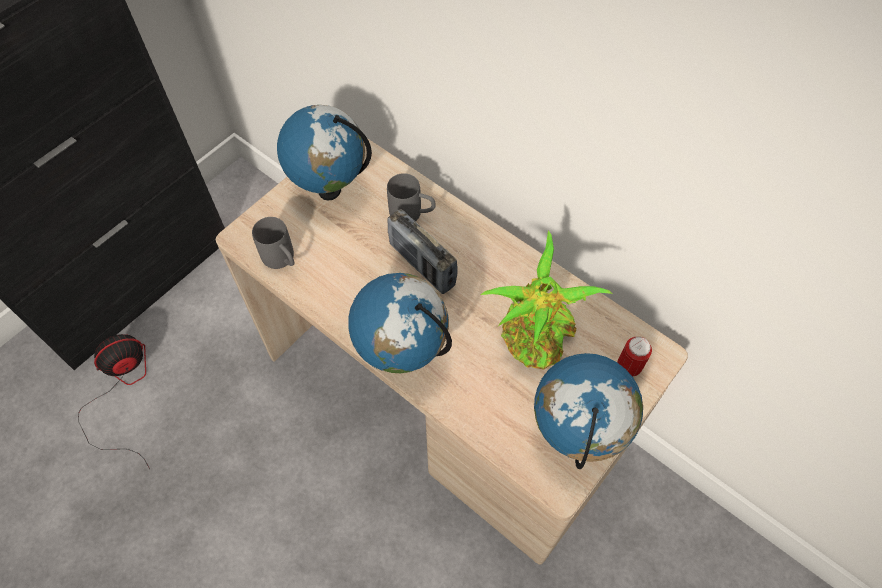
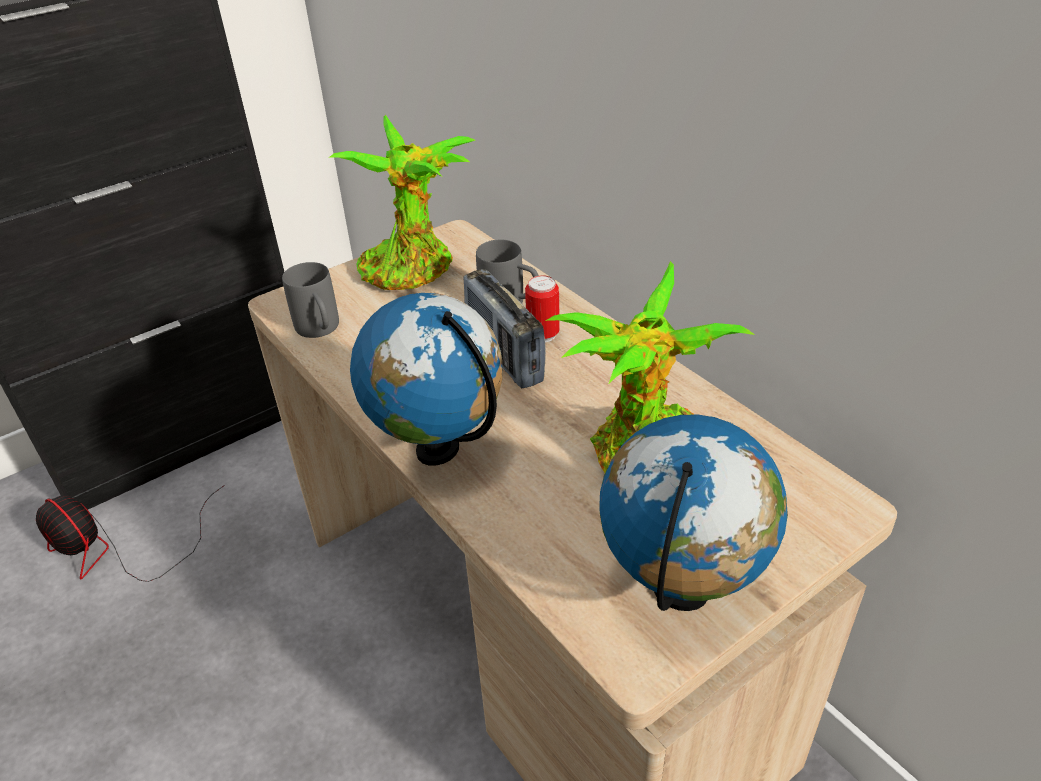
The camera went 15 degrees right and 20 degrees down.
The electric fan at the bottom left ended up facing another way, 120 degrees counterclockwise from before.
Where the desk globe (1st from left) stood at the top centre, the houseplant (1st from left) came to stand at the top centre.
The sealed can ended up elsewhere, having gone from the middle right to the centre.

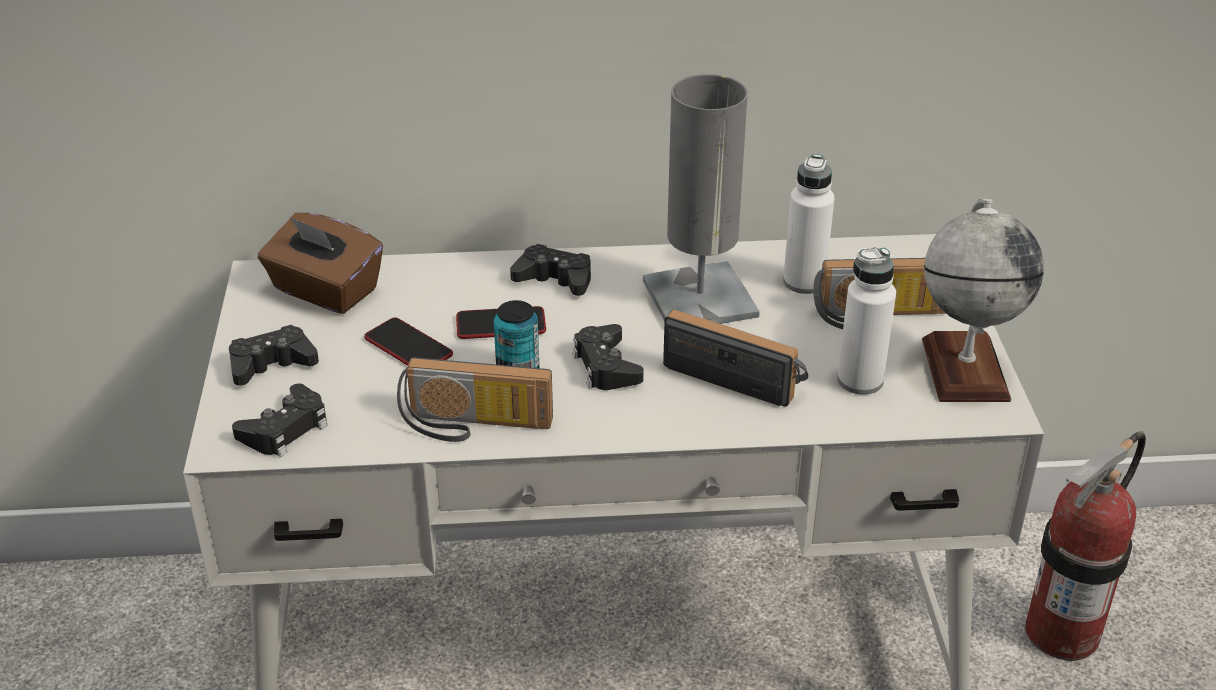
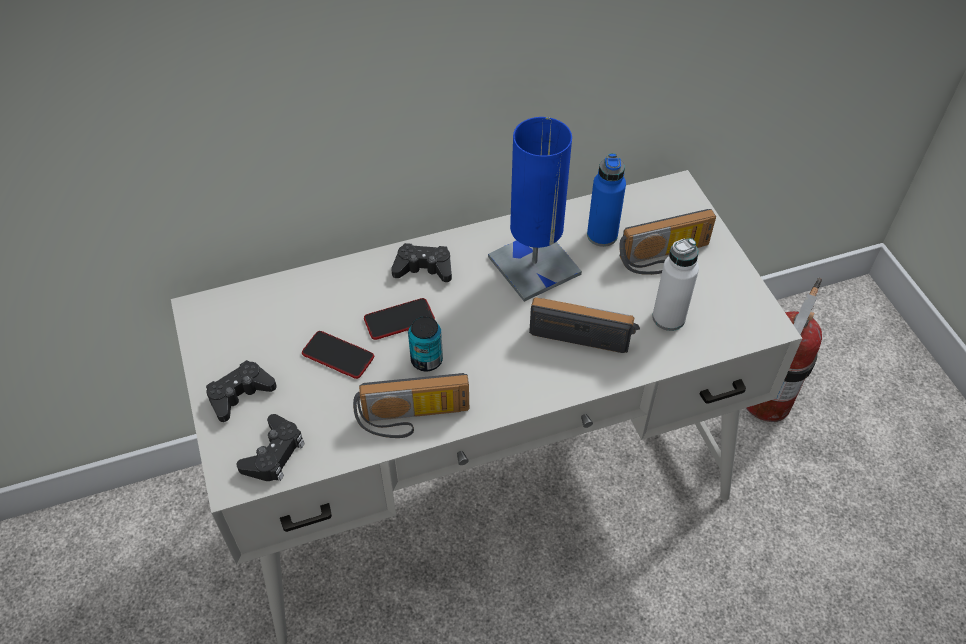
The camera went 15 degrees left and 15 degrees up.
What was the grey table lamp at the top centre turned into the blue-coloured table lamp at the top centre.
What was the white bottle (1st from left) at the top centre turned into the blue-coloured bottle at the top centre.
The second view lost the brown tissue box at the middle left.
The second view lost the black joypad (4th from left) at the centre.
The second view lost the desk globe at the middle right.

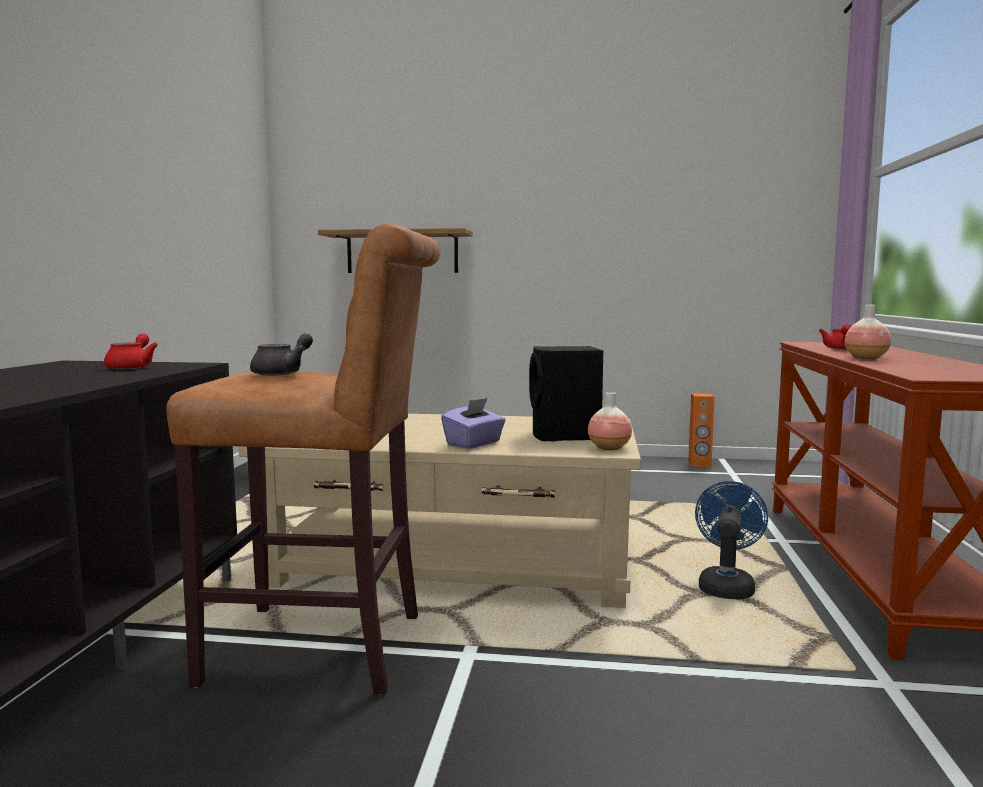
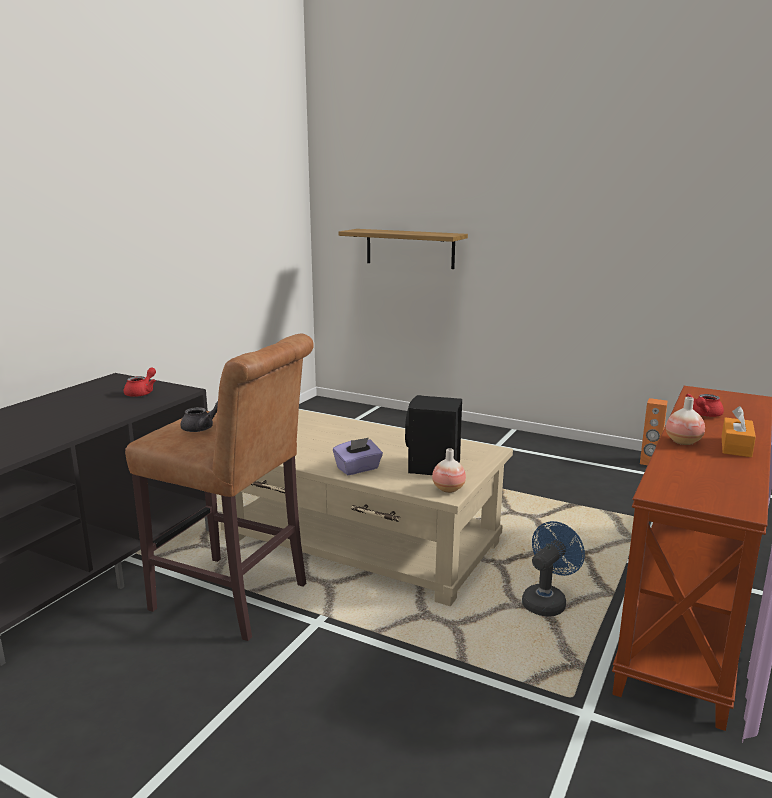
The camera went 20 degrees right and 10 degrees up.
The second view gained the orange tissue box at the middle right.

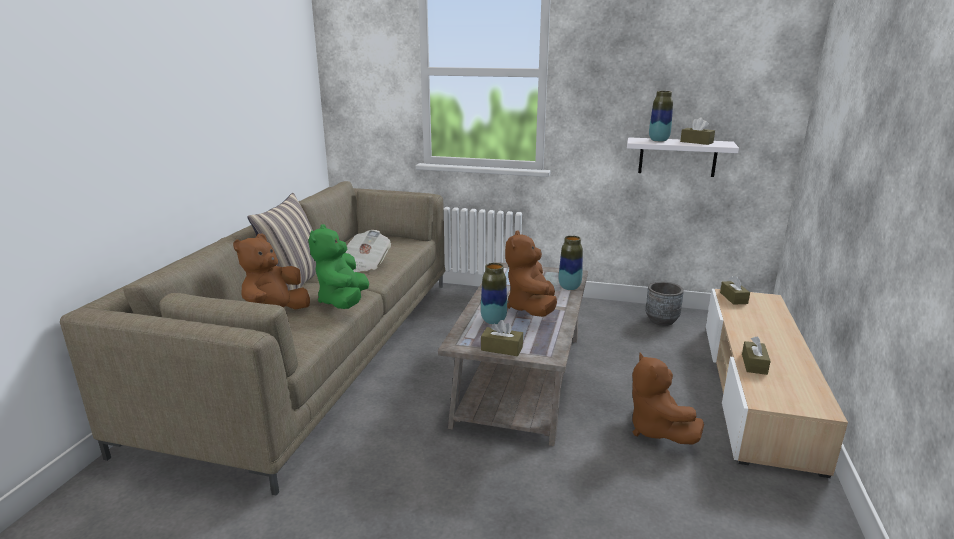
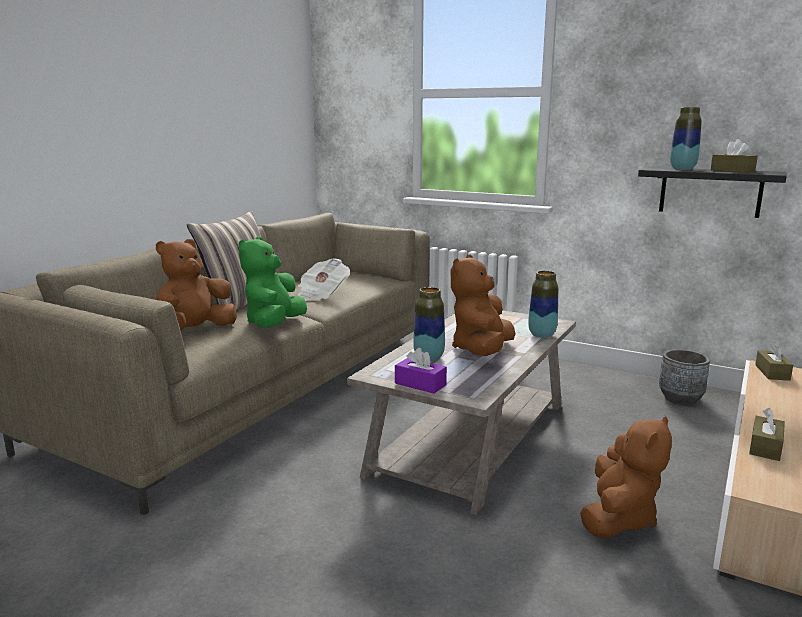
The camera went 15 degrees right and 5 degrees down.
What was the brown tissue box (1st from left) at the centre turned into the purple tissue box at the centre.
The brown soft toy (3rd from left) at the bottom right ended up facing another way, 150 degrees counterclockwise from before.
What was the white wall shelf at the top right turned into the black wall shelf at the top right.

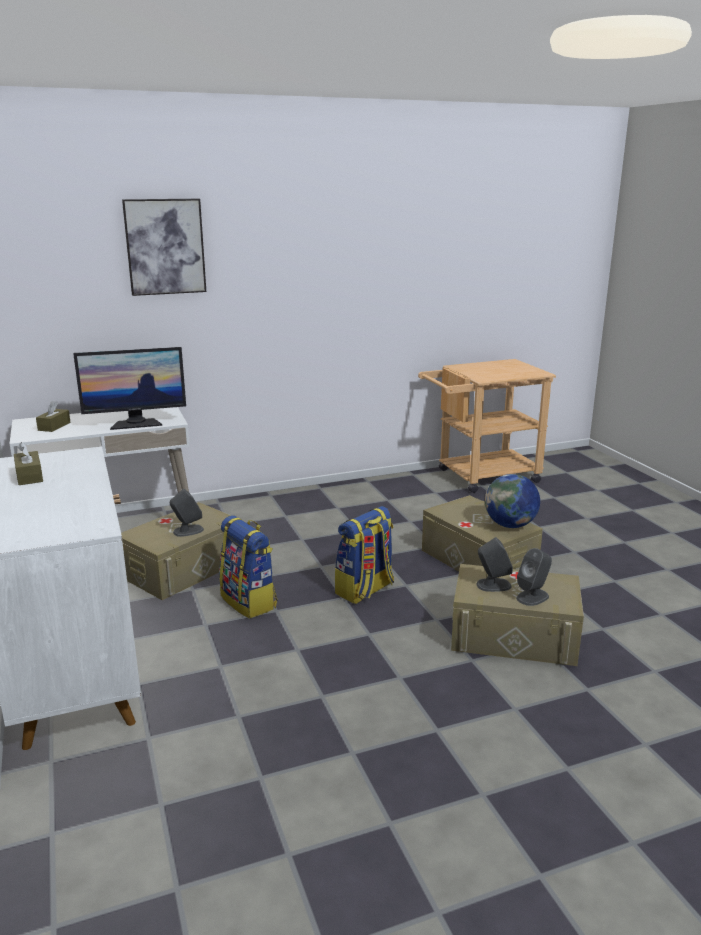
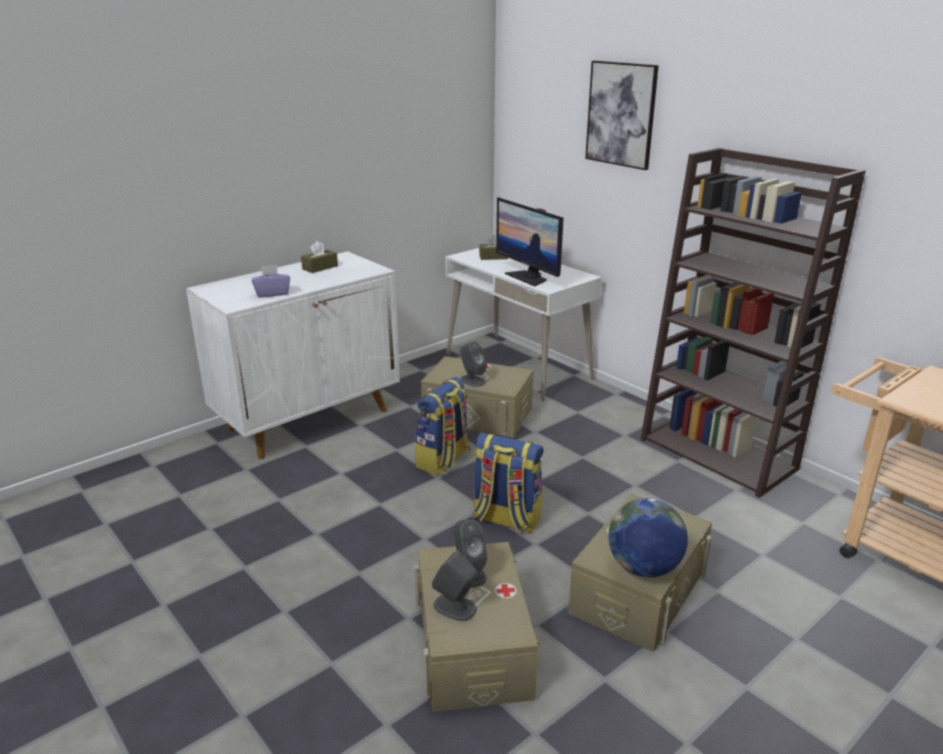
The camera went 70 degrees right and 5 degrees up.
The second view gained the purple tissue box at the middle left.
The second view gained the brown shelving unit at the middle right.

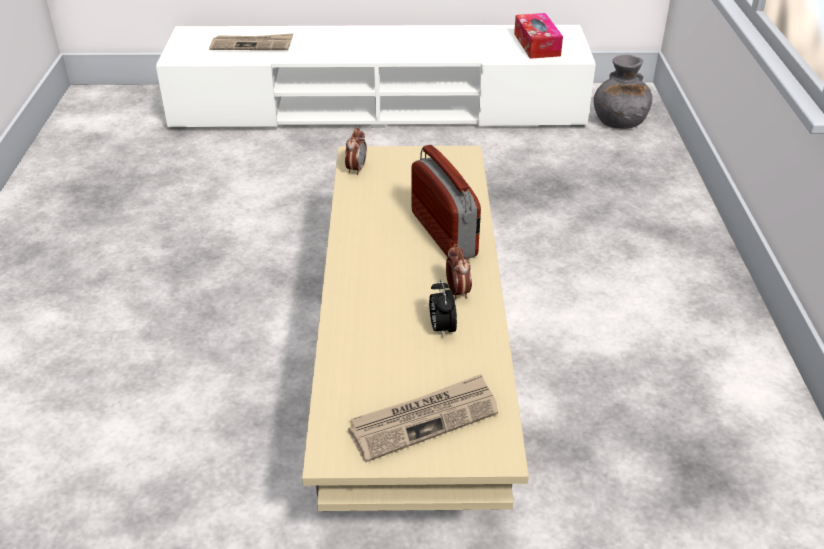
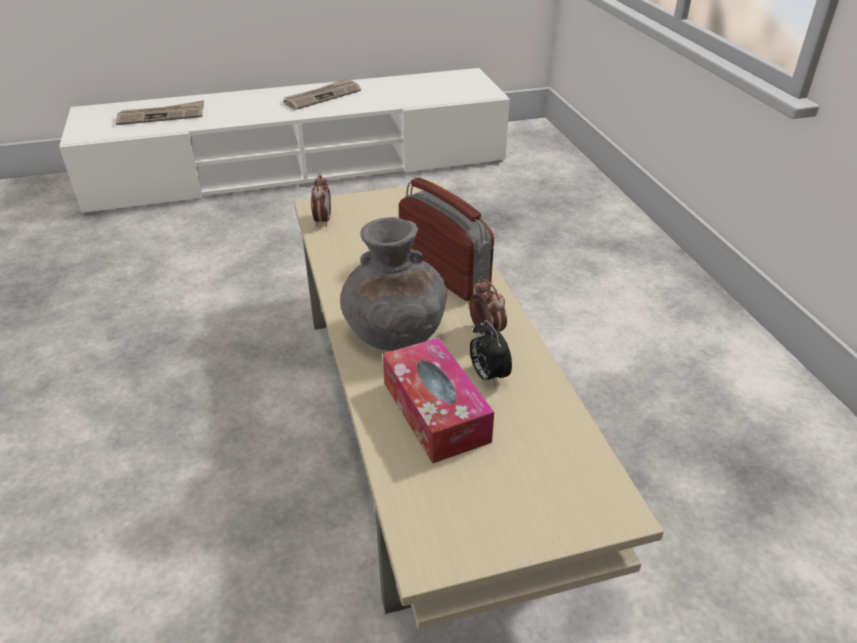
The camera went 15 degrees left and 0 degrees up.
The printed paper (2nd from left) ended up elsewhere, having gone from the bottom centre to the top centre.
The grey decorative vase ended up elsewhere, having gone from the top right to the centre.
The tissue box ended up elsewhere, having gone from the top centre to the centre.

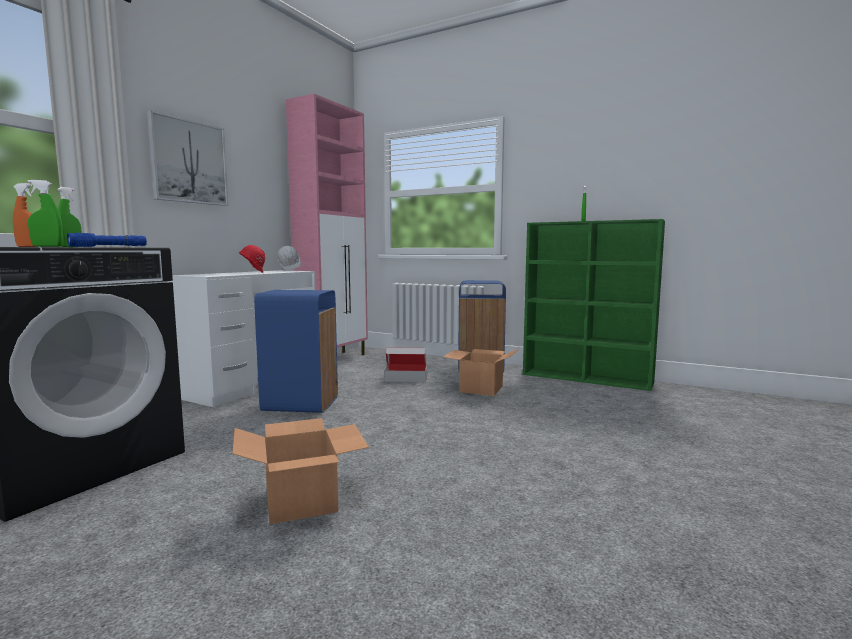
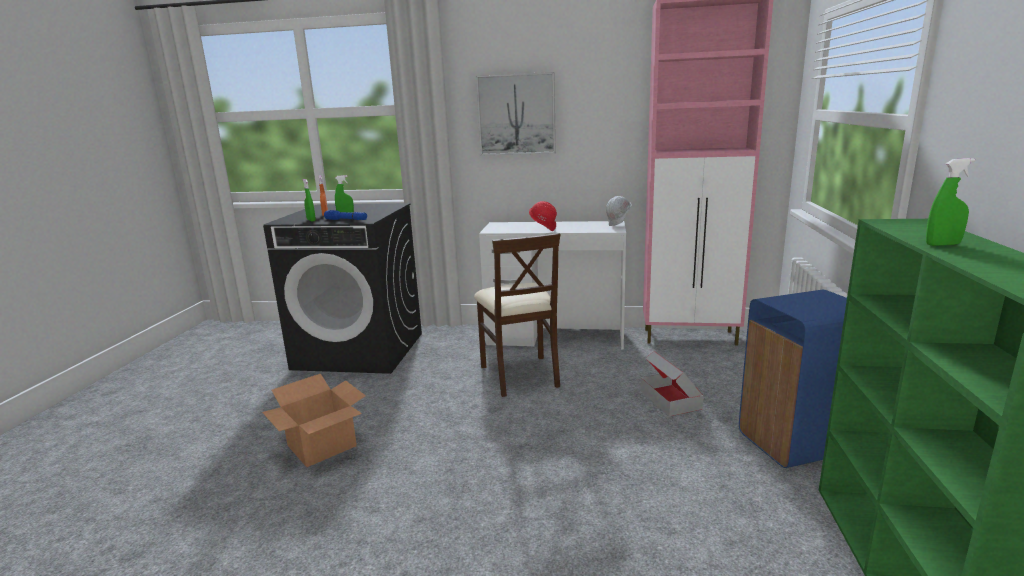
The camera went 70 degrees right and 10 degrees up.
Where the blue-coloured waste bin (1st from left) stood at the centre, the beige upright chair came to stand at the centre.
The second view lost the packing box (3rd from left) at the centre.

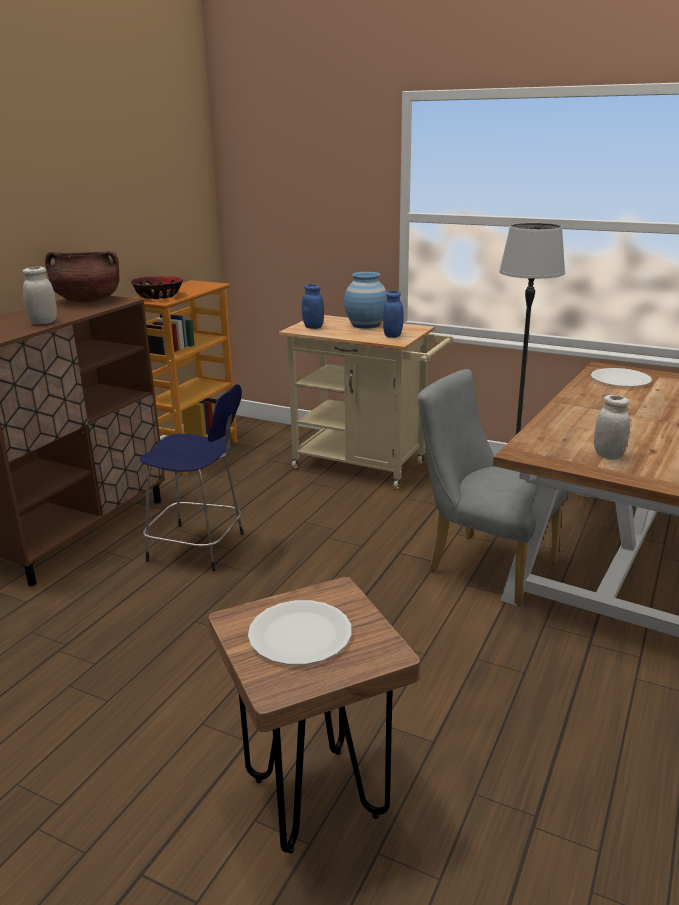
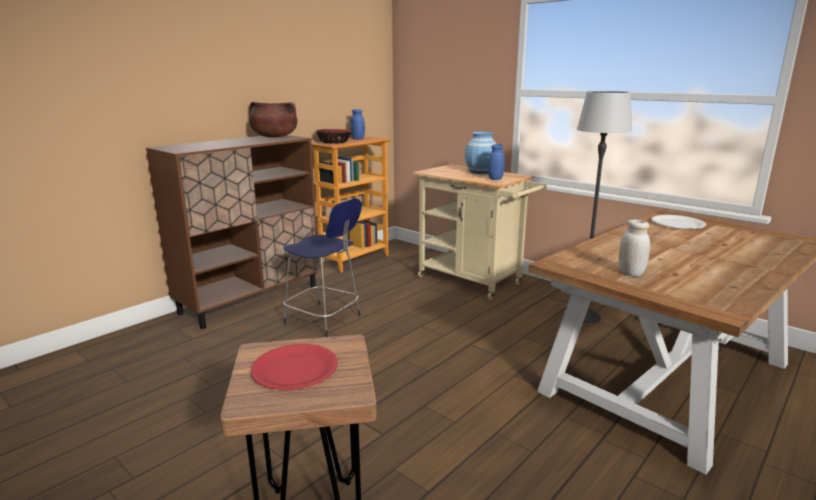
The camera went 15 degrees right and 5 degrees down.
What was the white flat dish (1st from left) at the bottom centre turned into the red flat dish at the bottom centre.
The blue-coloured jar (1st from left) ended up elsewhere, having gone from the centre to the top centre.
The second view lost the white jar (1st from left) at the top left.
The second view lost the grey upright chair at the middle right.

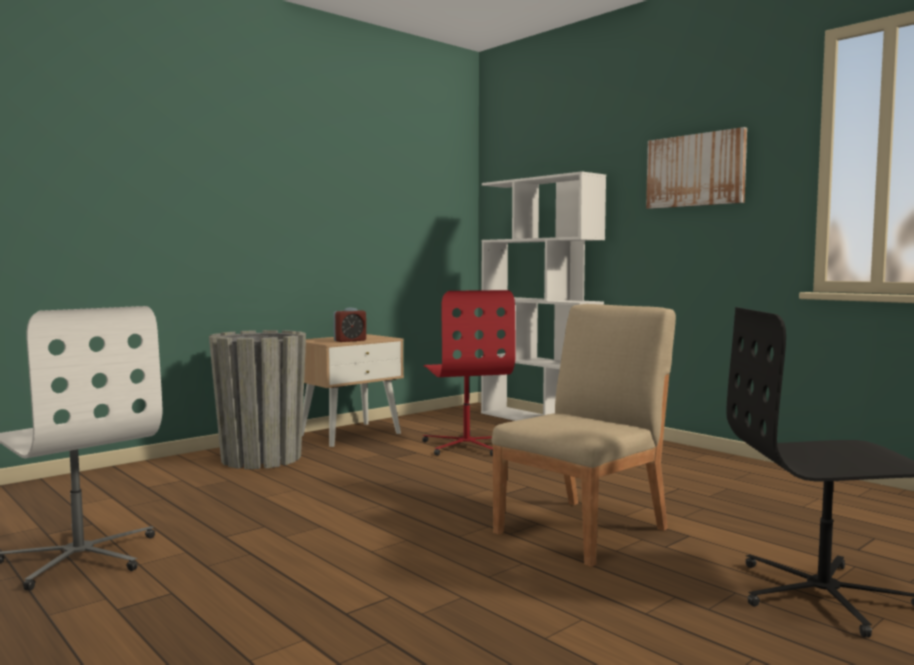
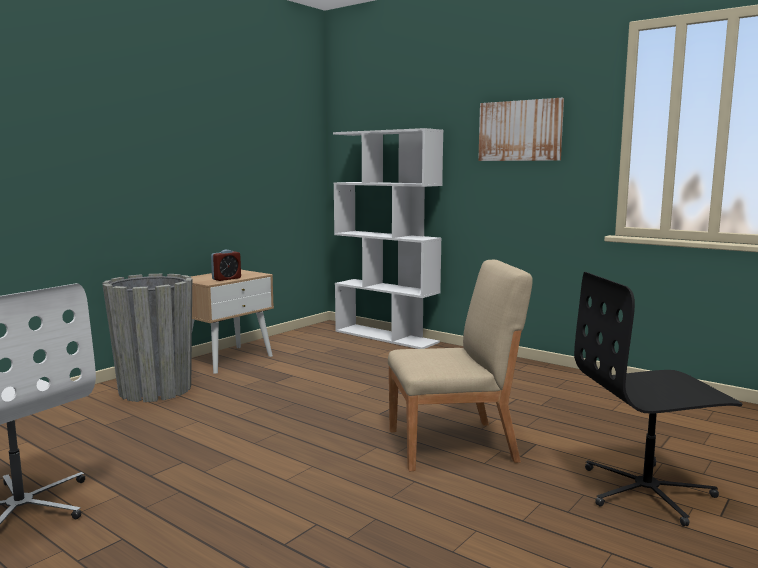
The camera went 10 degrees left and 5 degrees up.
The beige upright chair at the centre ended up facing another way, 45 degrees clockwise from before.
The second view lost the red computer chair at the centre.

